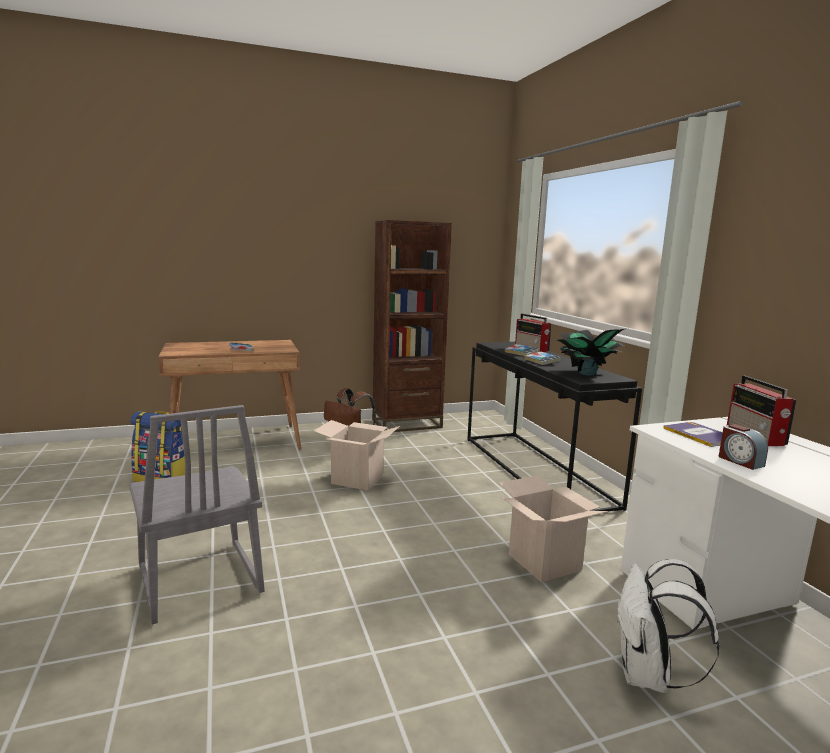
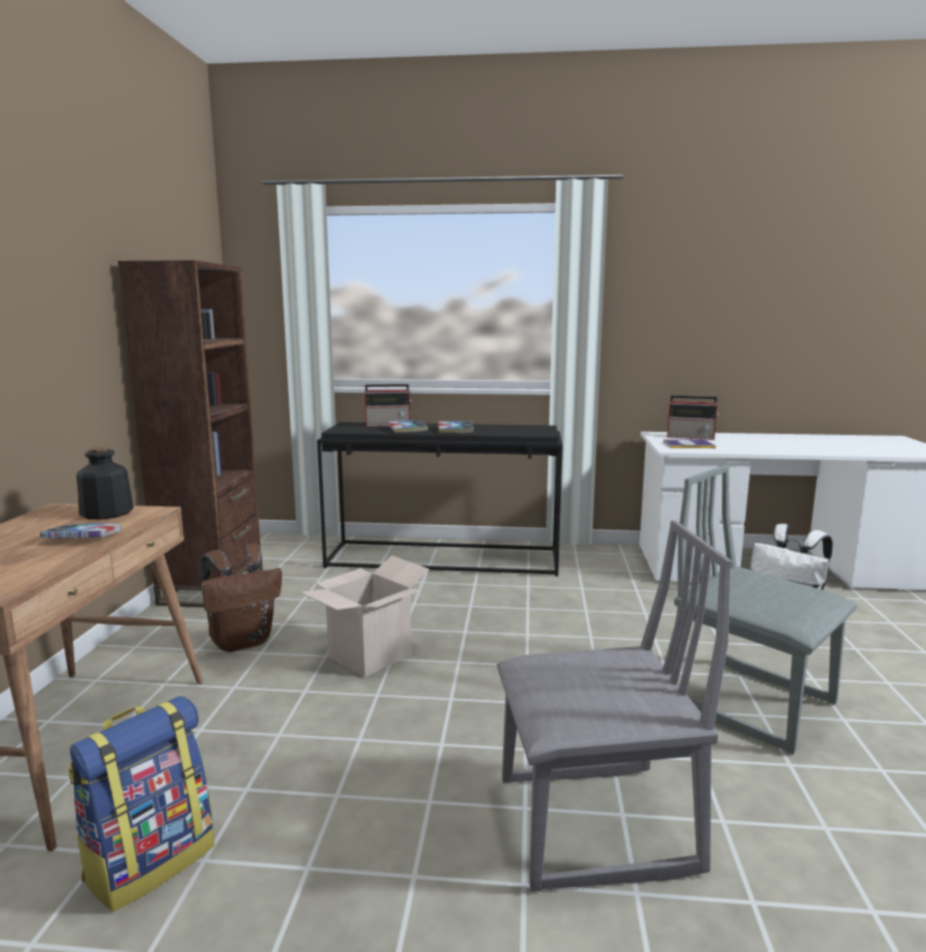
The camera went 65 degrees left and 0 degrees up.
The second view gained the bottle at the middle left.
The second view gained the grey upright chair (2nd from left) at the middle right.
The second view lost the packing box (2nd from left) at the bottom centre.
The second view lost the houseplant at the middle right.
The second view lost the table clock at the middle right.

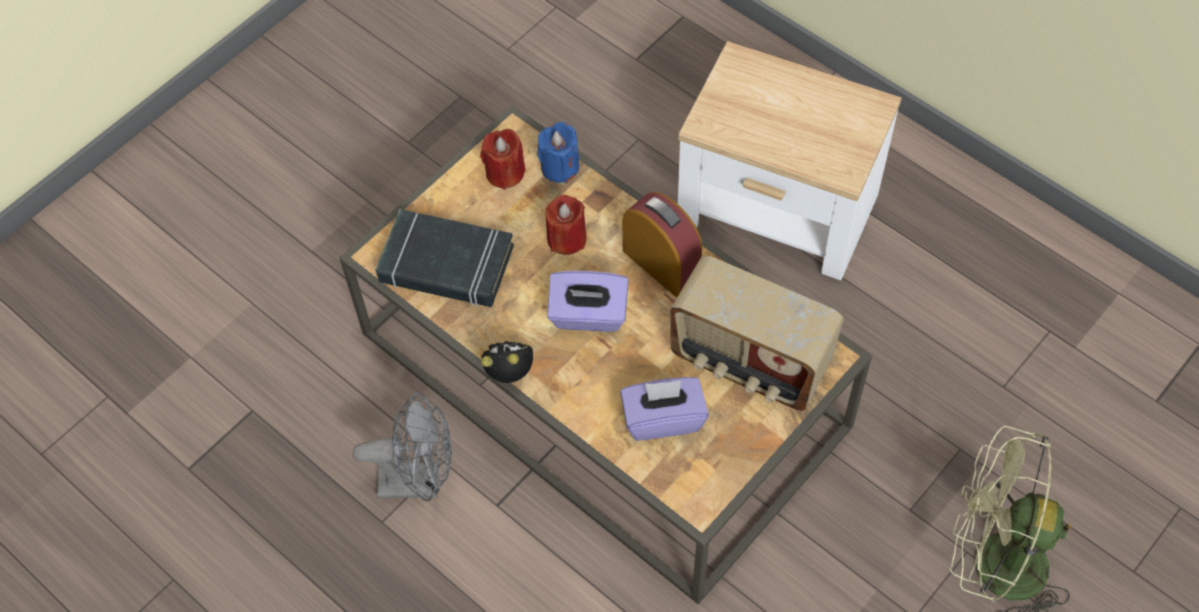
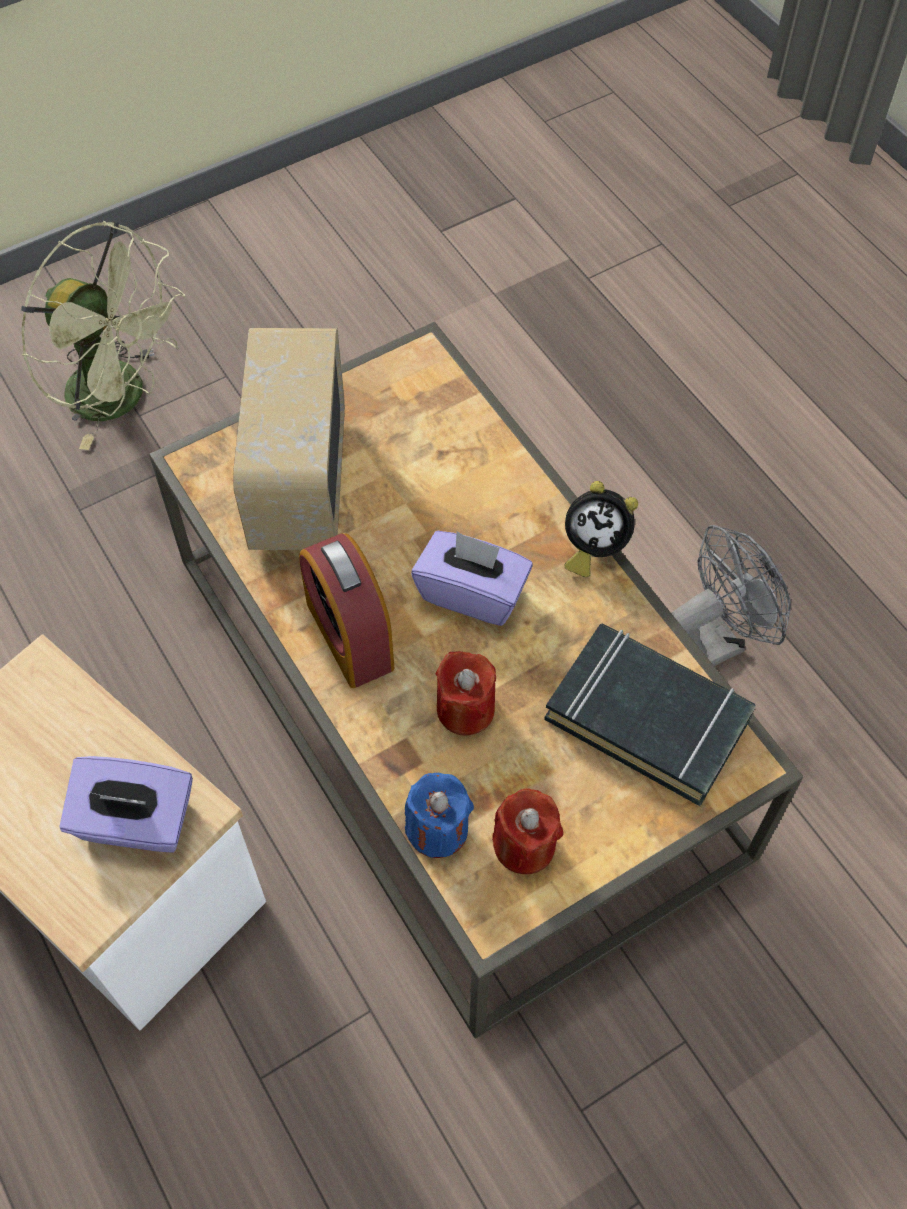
The camera went 165 degrees left and 0 degrees up.
The purple tissue box (2nd from left in the first image) ended up elsewhere, having gone from the bottom centre to the middle left.
The radio receiver at the centre ended up facing another way, 135 degrees counterclockwise from before.
The grey electric fan at the bottom centre ended up facing another way, 135 degrees clockwise from before.

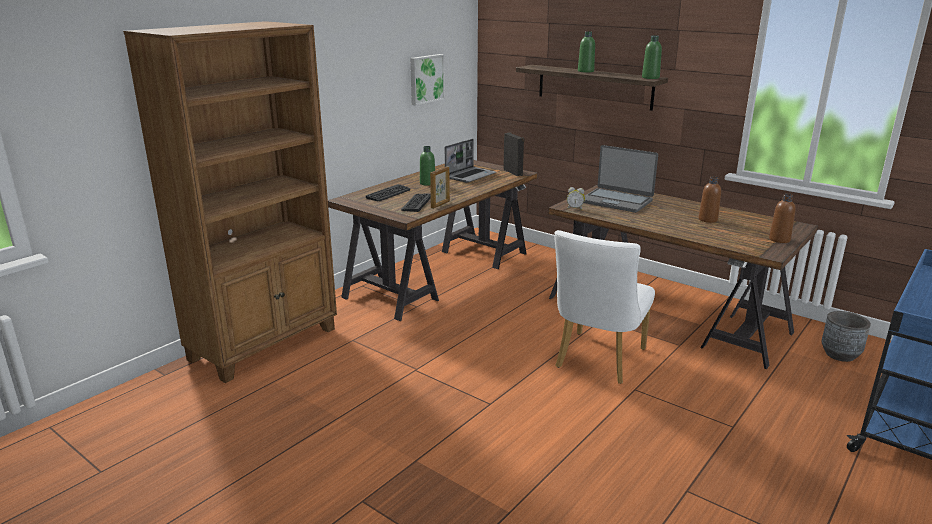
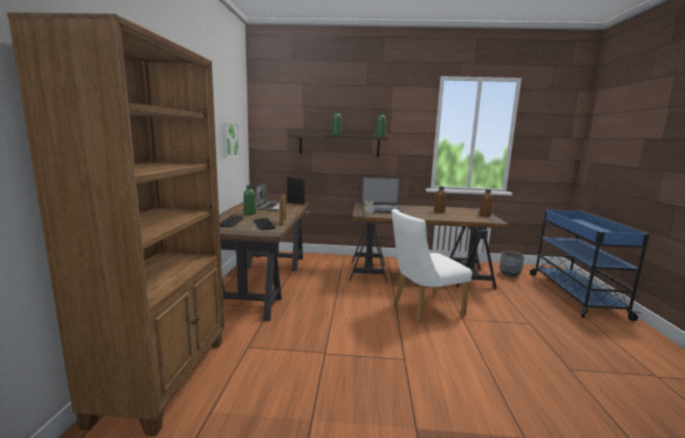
The camera went 35 degrees left and 10 degrees down.
The white upright chair at the centre ended up facing another way, 75 degrees clockwise from before.

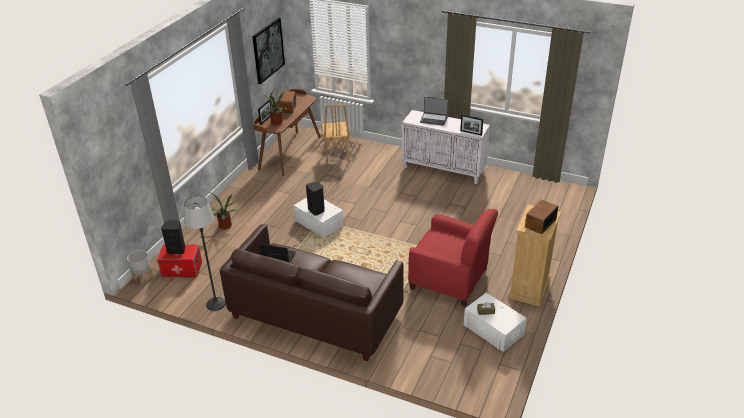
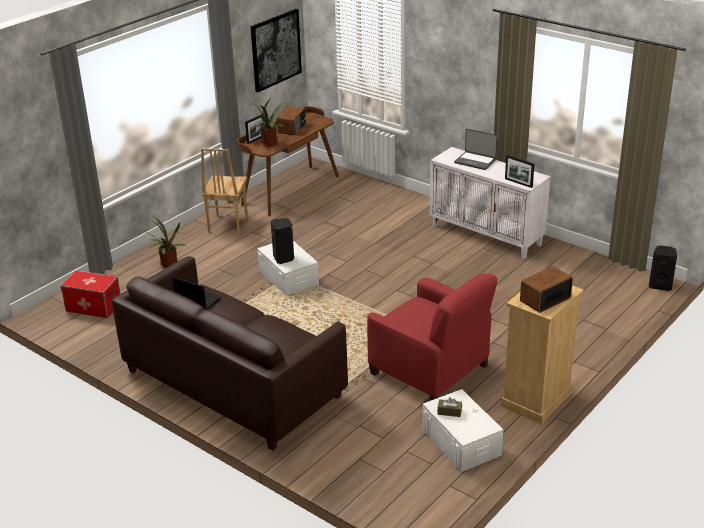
The camera went 15 degrees right and 5 degrees down.
The brown upright chair ended up elsewhere, having gone from the top centre to the middle left.
The black speaker (1st from left in the first image) ended up elsewhere, having gone from the middle left to the middle right.
The second view lost the grey plant pot at the middle left.
The second view lost the floor lamp at the middle left.

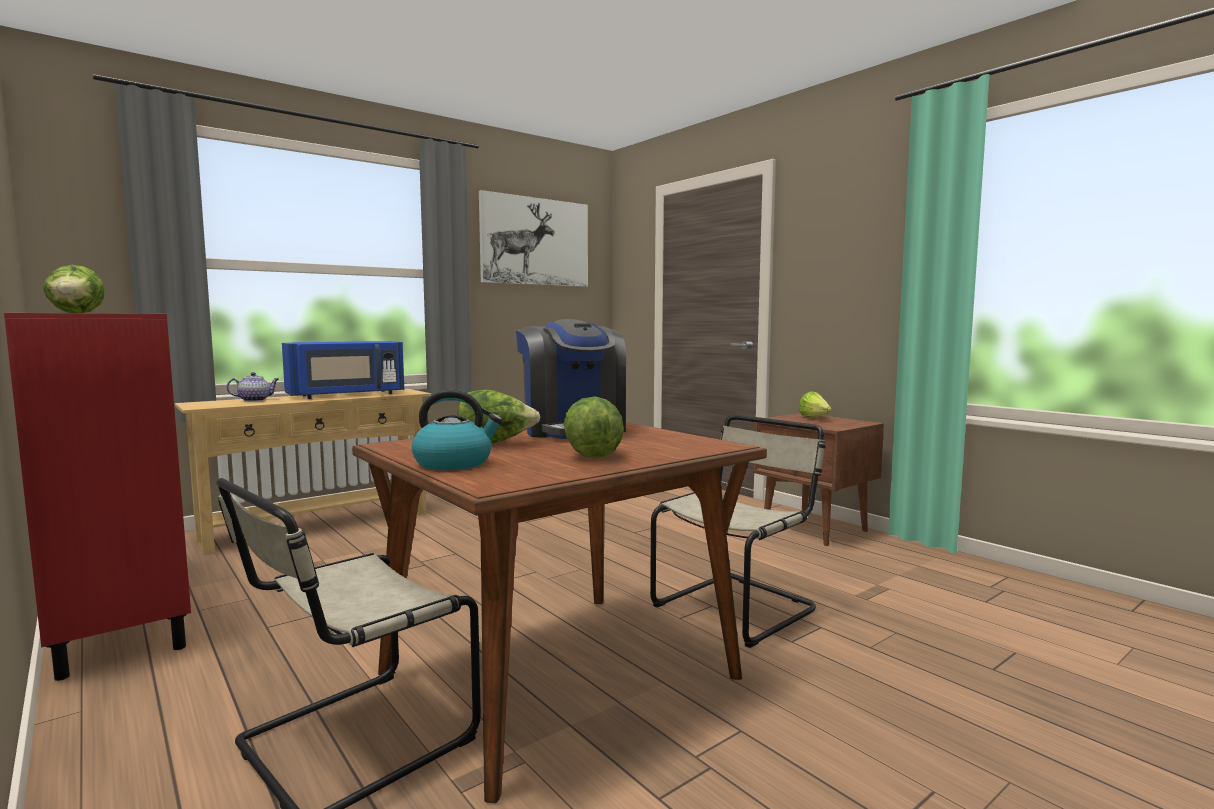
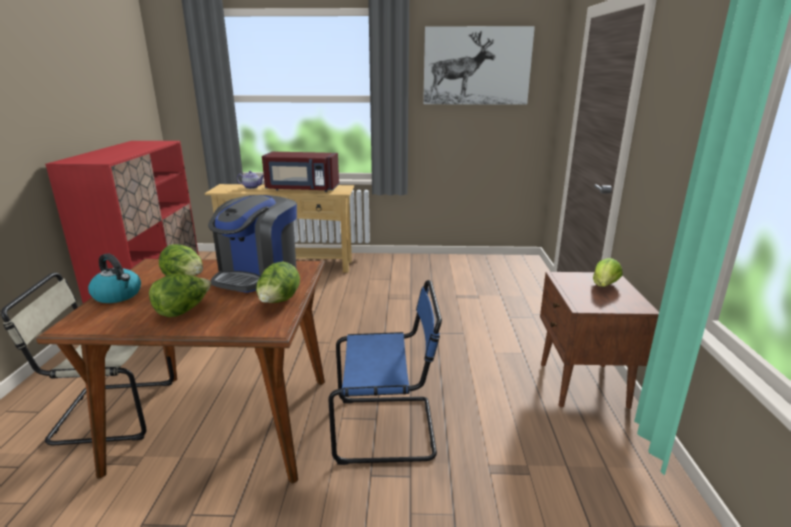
The camera went 40 degrees right and 15 degrees up.
The lettuce (1st from left in the first image) ended up elsewhere, having gone from the middle left to the centre.
What was the blue-coloured kitchen microwave at the middle left turned into the red kitchen microwave at the top centre.
What was the beige upright chair (2nd from left) at the centre turned into the blue-coloured upright chair at the bottom centre.

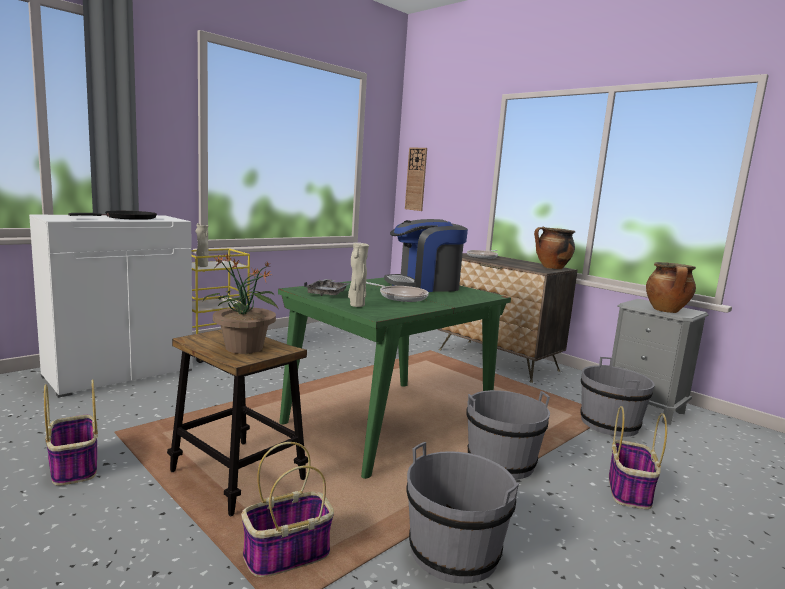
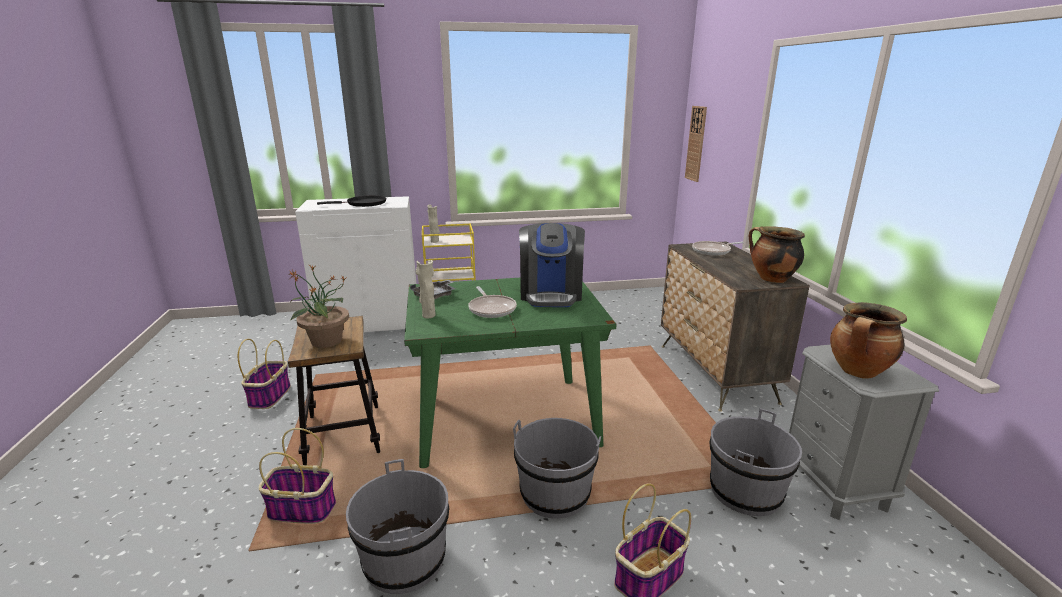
The camera went 35 degrees right and 10 degrees up.
The coffee maker at the centre ended up facing another way, 105 degrees counterclockwise from before.

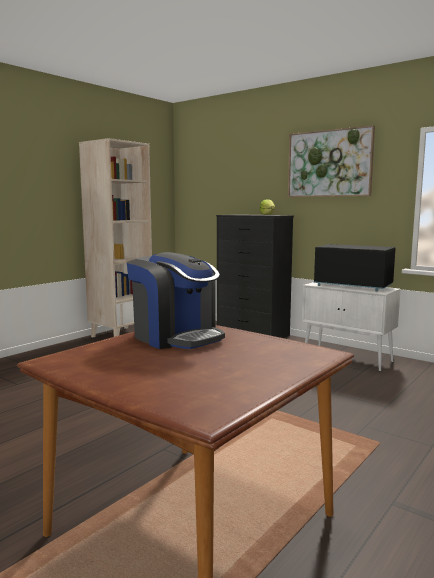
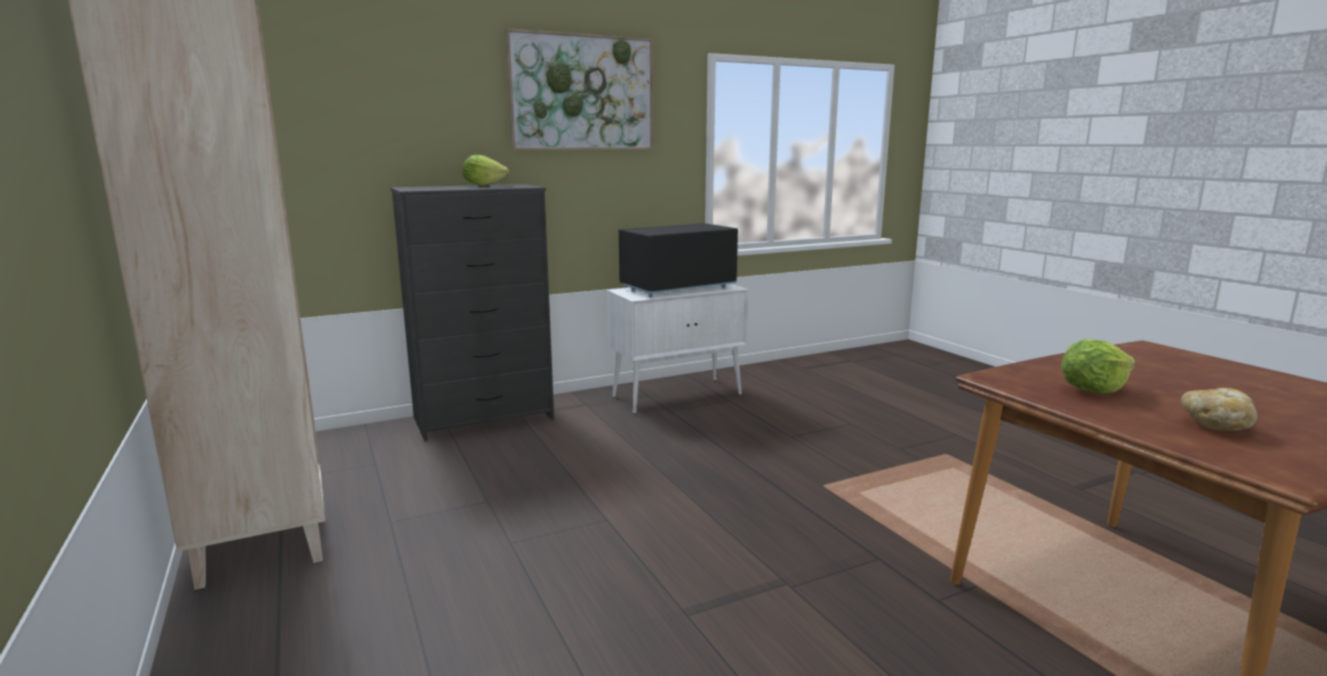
The camera went 65 degrees left and 5 degrees up.
Where the coffee maker stood at the centre, the lettuce (2nd from left) came to stand at the middle right.
The second view gained the bread at the middle right.

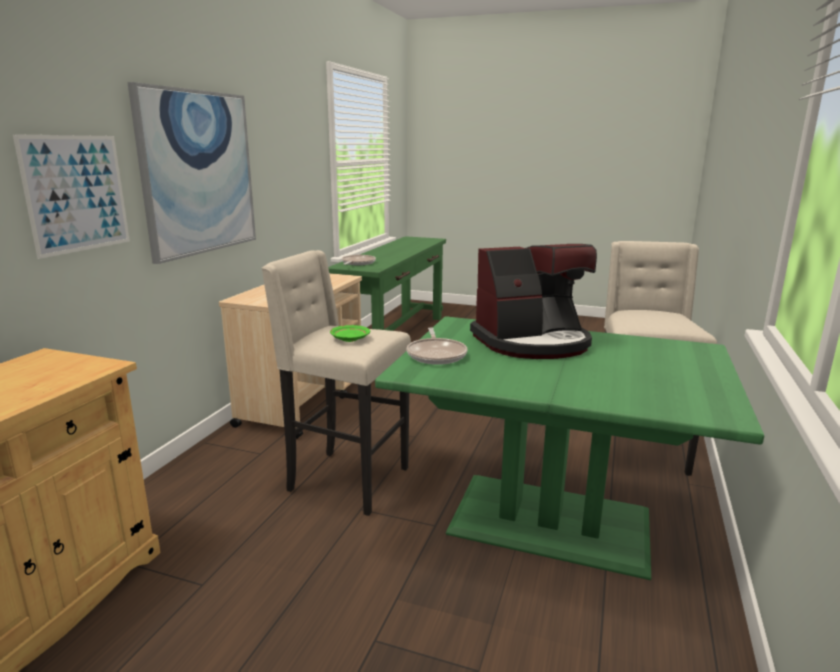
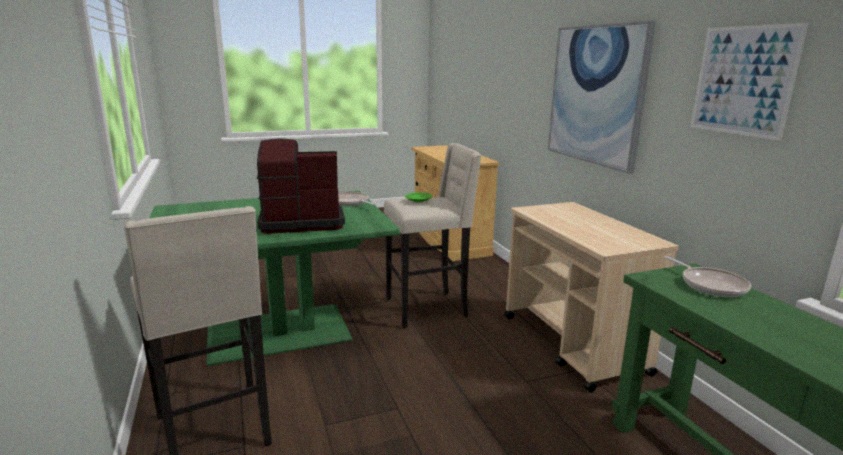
The camera went 140 degrees right and 0 degrees up.
The coffee maker at the centre ended up facing another way, 45 degrees clockwise from before.
The wall art (1st from left in the first image) ended up elsewhere, having gone from the top left to the top right.

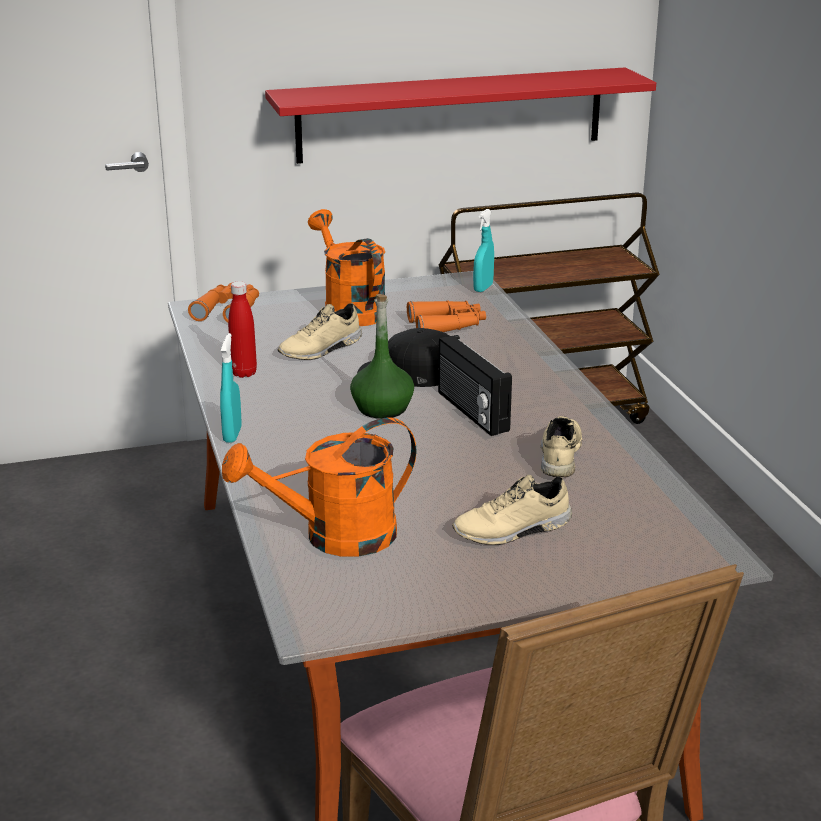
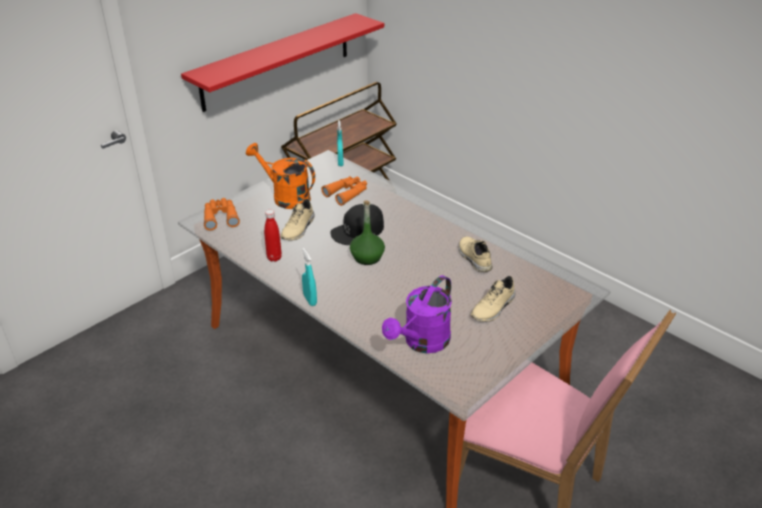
The camera went 30 degrees left and 10 degrees up.
What was the orange sprinkling can (1st from left) at the centre turned into the purple sprinkling can at the centre.
The second view lost the radio receiver at the centre.

